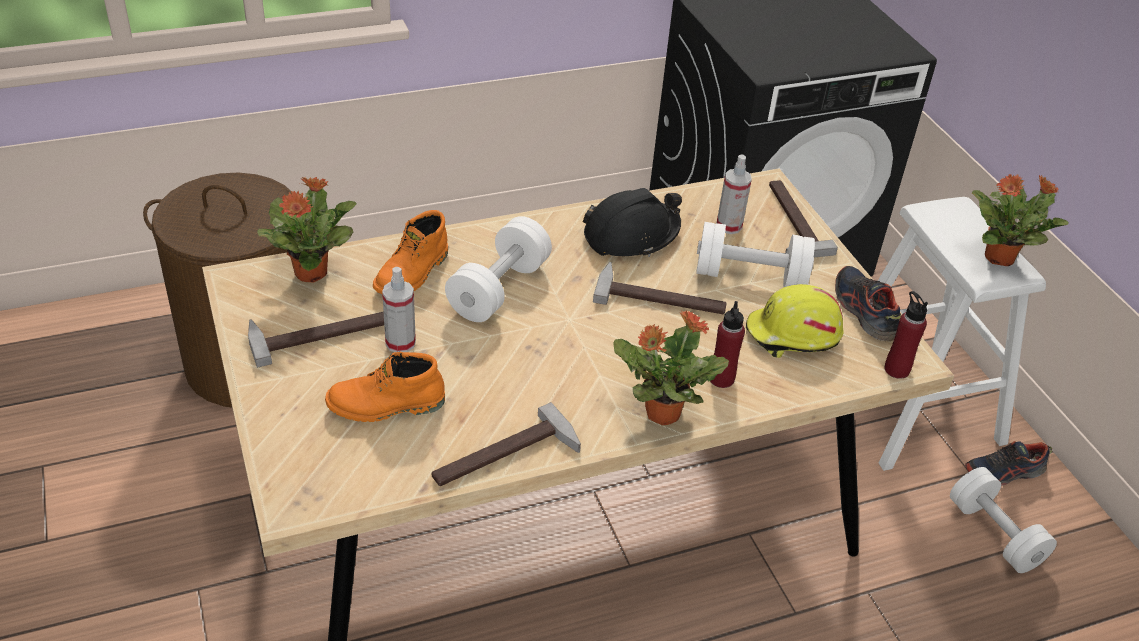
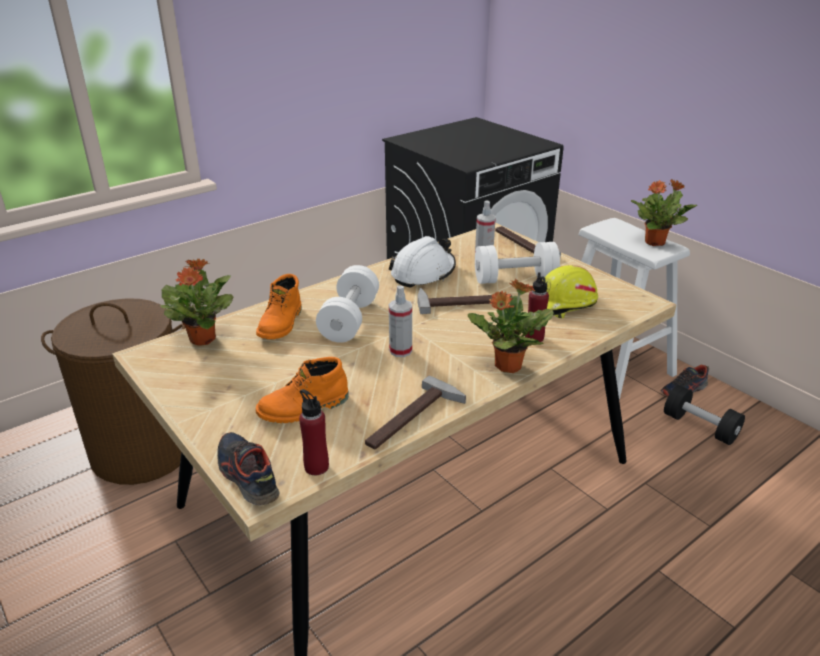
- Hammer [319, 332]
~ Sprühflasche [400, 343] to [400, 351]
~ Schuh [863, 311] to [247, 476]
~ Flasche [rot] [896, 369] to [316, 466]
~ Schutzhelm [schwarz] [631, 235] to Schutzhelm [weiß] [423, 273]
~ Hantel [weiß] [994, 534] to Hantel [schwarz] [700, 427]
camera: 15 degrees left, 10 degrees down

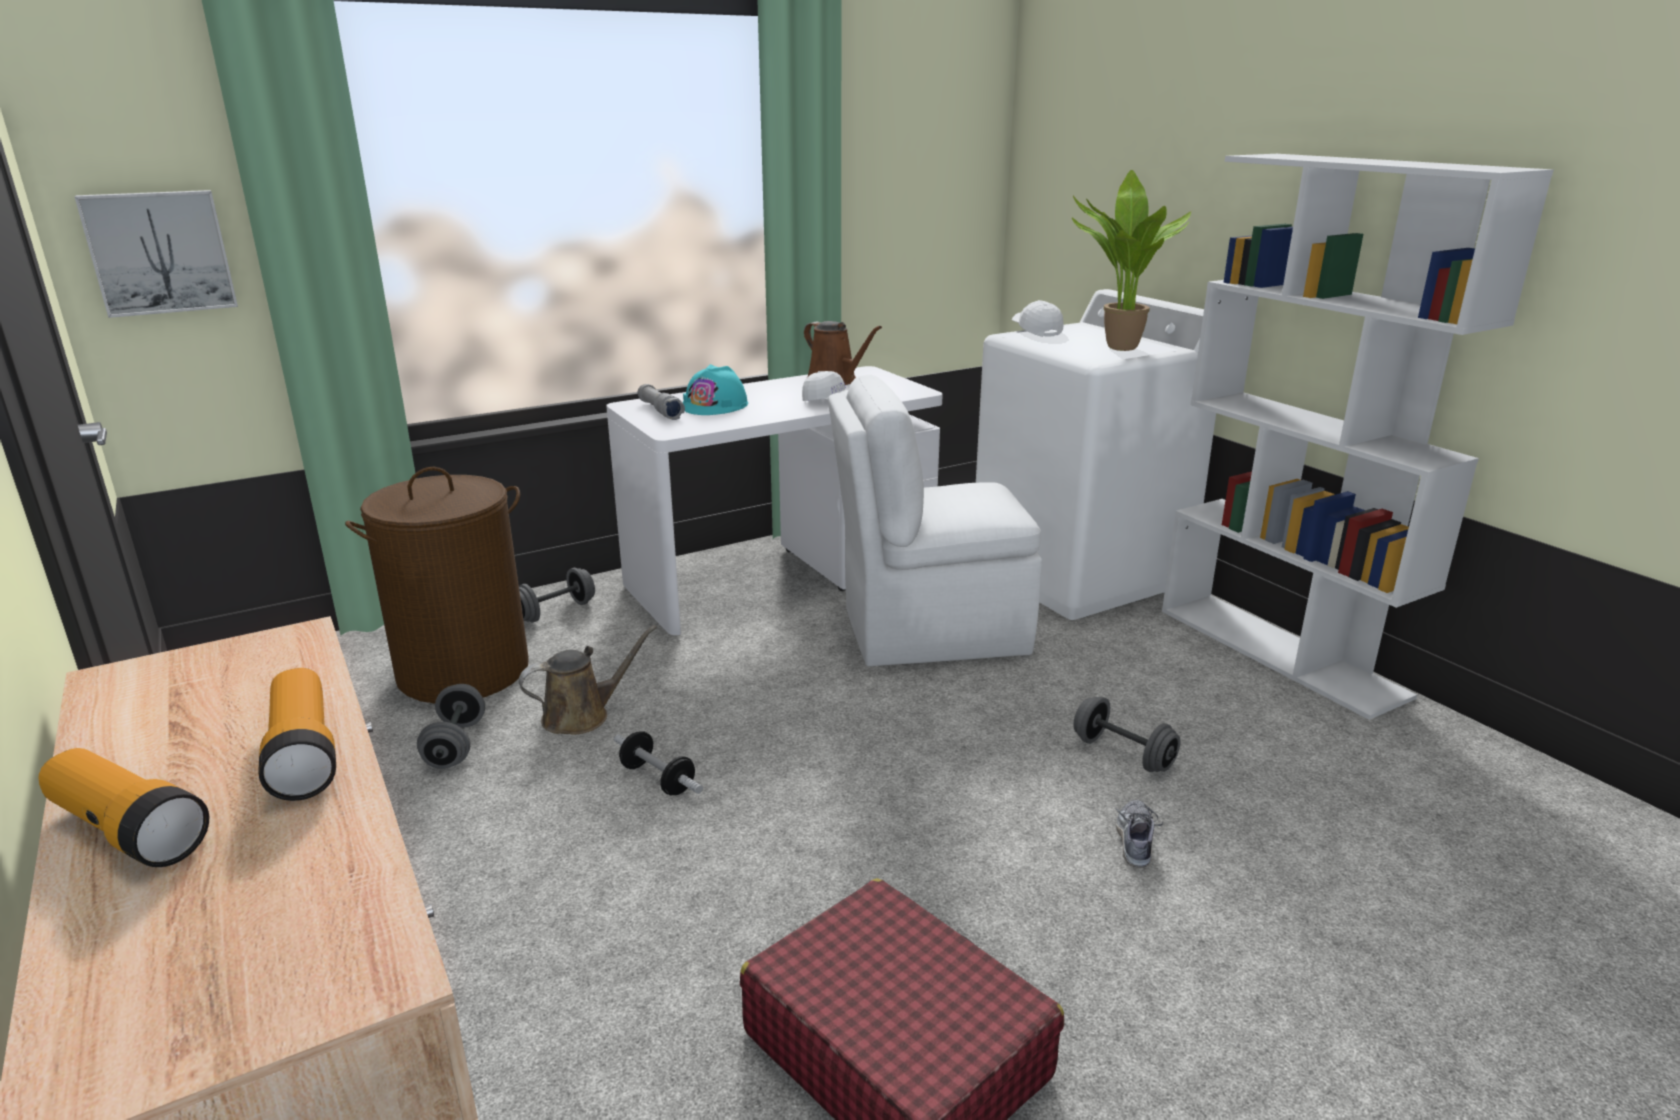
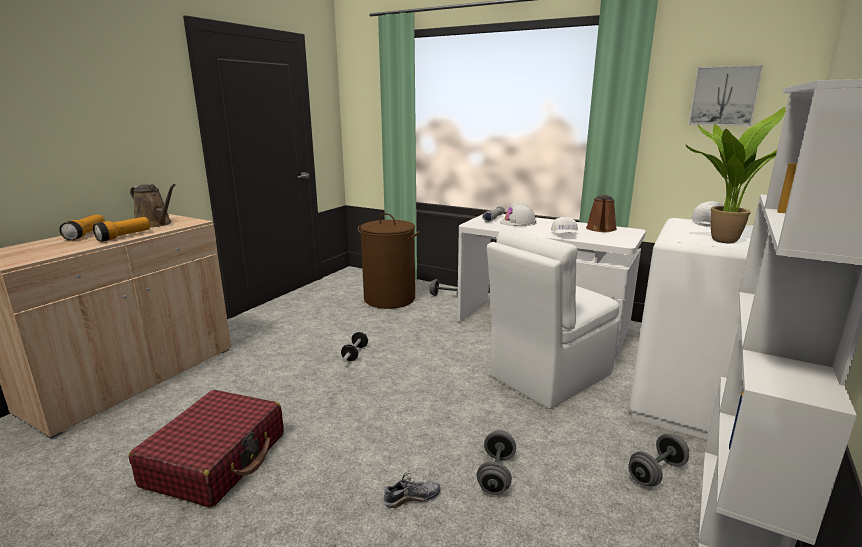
~ Bild [160, 252] to [724, 96]
~ Hantel [grau] [455, 745] to [656, 472]
~ Gießkanne [braun] [582, 716] to [155, 224]
~ Schutzhelm [türkis] [715, 405] to Schutzhelm [weiß] [518, 222]
~ Stuhl [weiß] [929, 631] = [548, 376] 90 degrees counterclockwise
camera: 60 degrees right, 5 degrees down

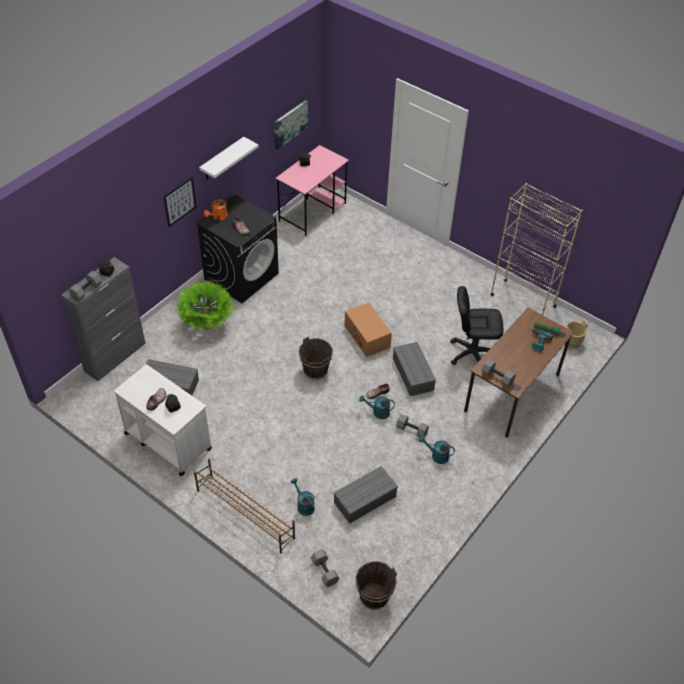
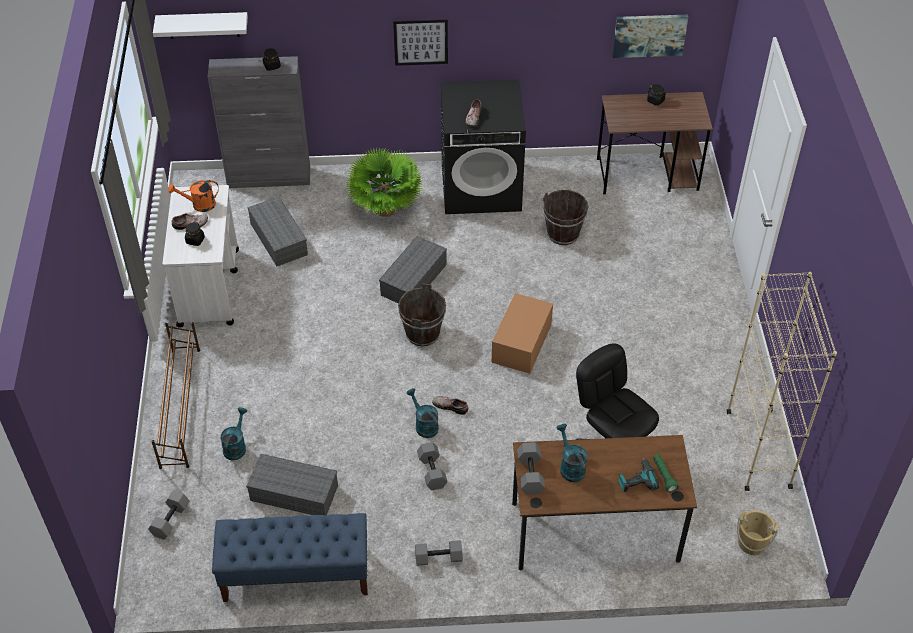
+ Bank [blau] [295, 575]
~ Hantel [grau] [86, 291] to [438, 559]
~ Wandregal [weiß] [222, 159] to [203, 25]
~ Gießkanne [orange] [218, 218] to [199, 205]
~ Eimer [braun] [374, 596] to [563, 234]
~ Aufbewahrungsbox [grau] [413, 374] to [414, 280]
~ Gießkanne [türkis] [436, 456] to [570, 466]
~ Schreibtisch [rosa] [313, 212] to Schreibtisch [braun] [648, 174]
camera: 50 degrees right, 0 degrees up

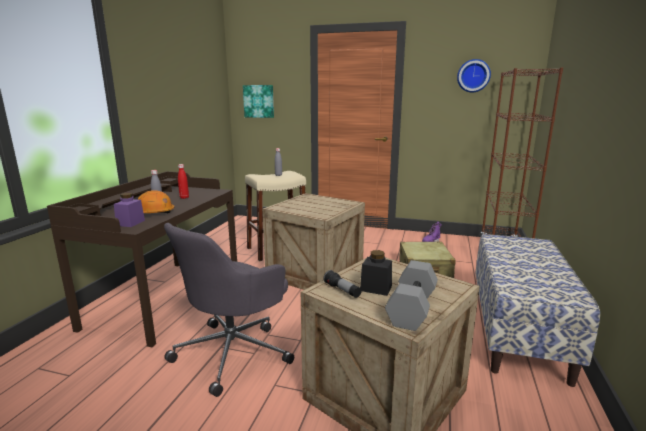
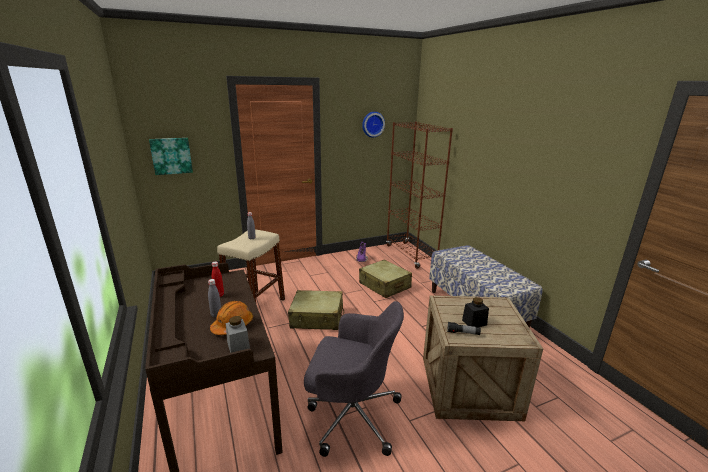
- Hantel [grau] [410, 308]
~ Kiste [315, 273] to Koffer [beige] [317, 318]
~ Vorratsglas [lila] [130, 223] to Vorratsglas [grau] [238, 346]
~ Bürostuhl [grau] [234, 352] = [351, 415] 75 degrees counterclockwise
camera: 40 degrees left, 5 degrees up

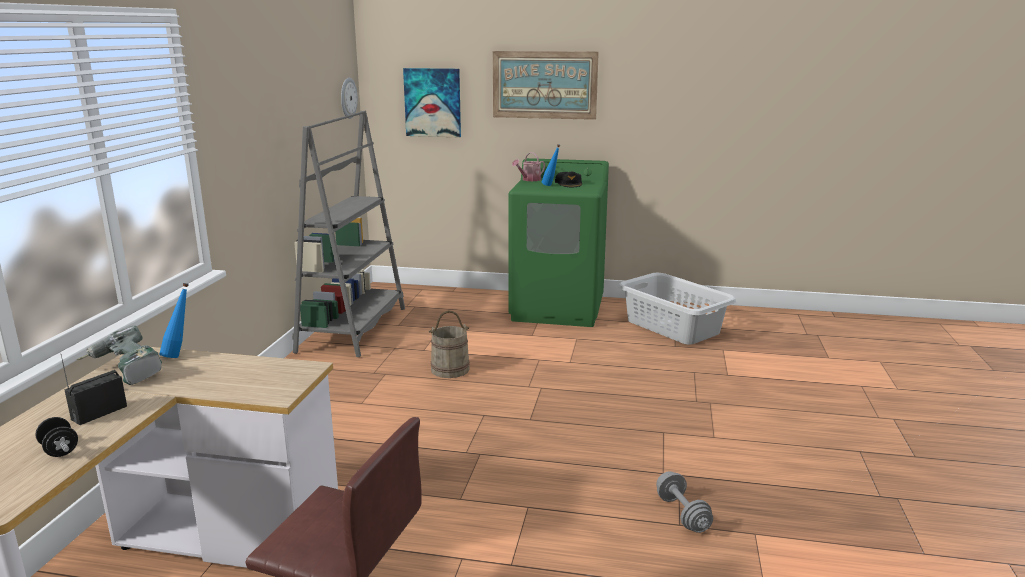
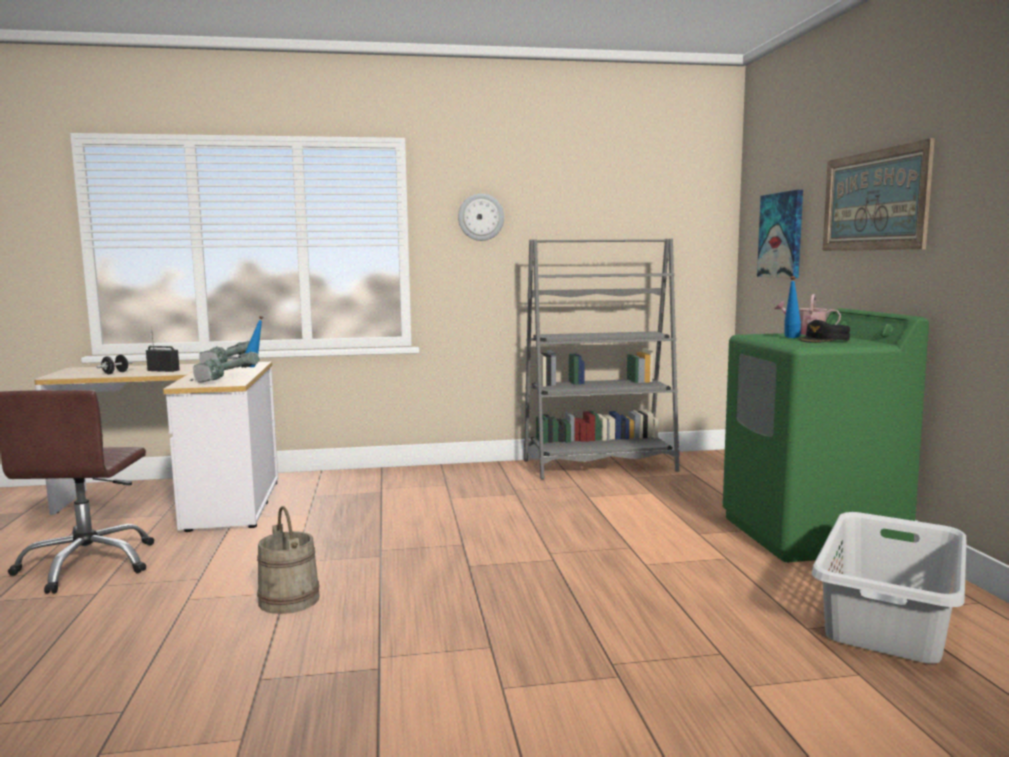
- Hantel [grau] [682, 514]
+ Bohrmaschine [224, 379]
~ Wanduhr [347, 98] to [481, 217]
~ Eimer [beige] [450, 369] to [289, 599]
camera: 70 degrees right, 10 degrees down

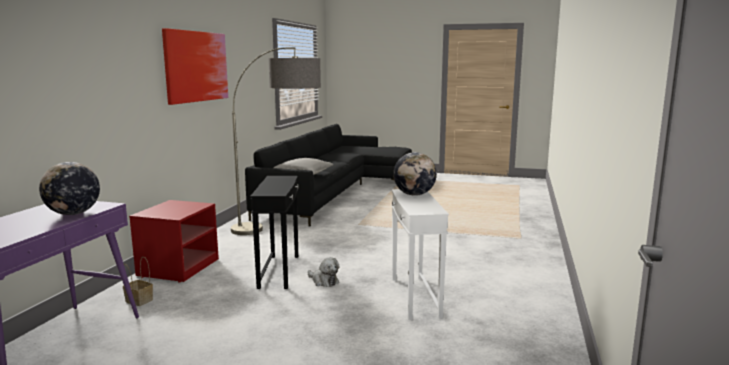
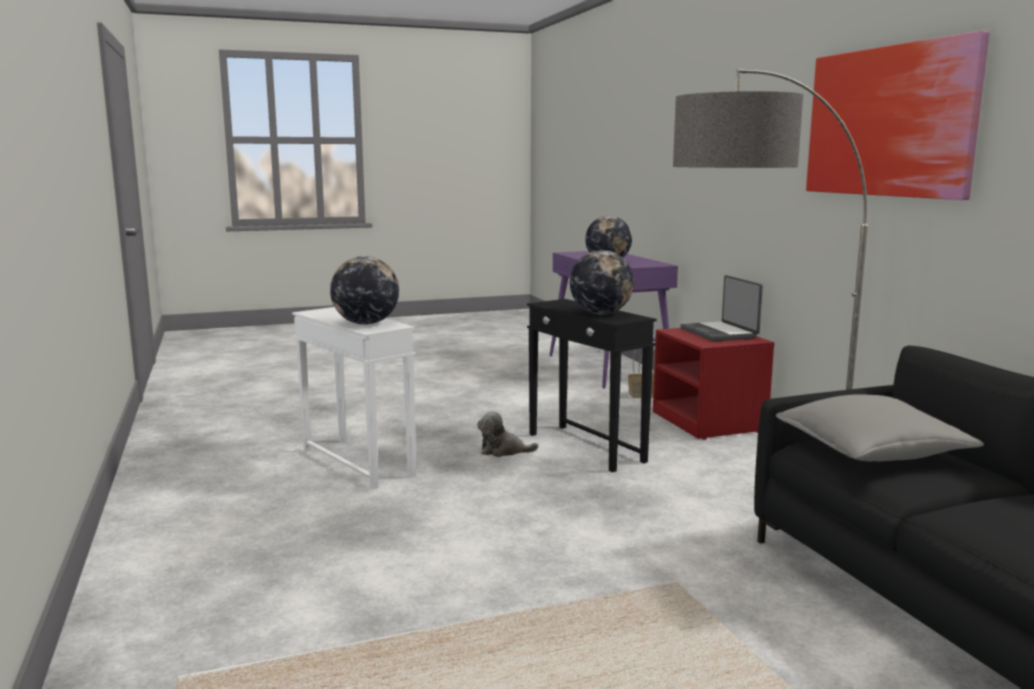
+ Globus [600, 314]
+ Laptop [720, 333]
camera: 145 degrees right, 0 degrees up

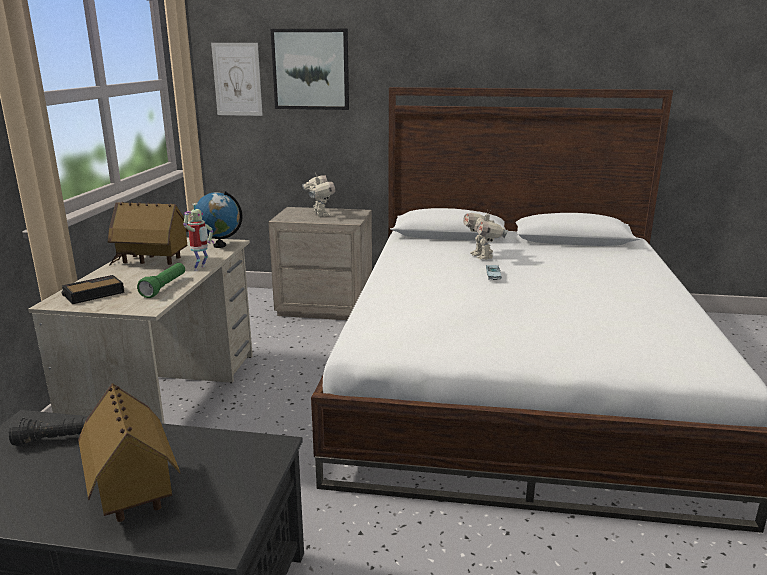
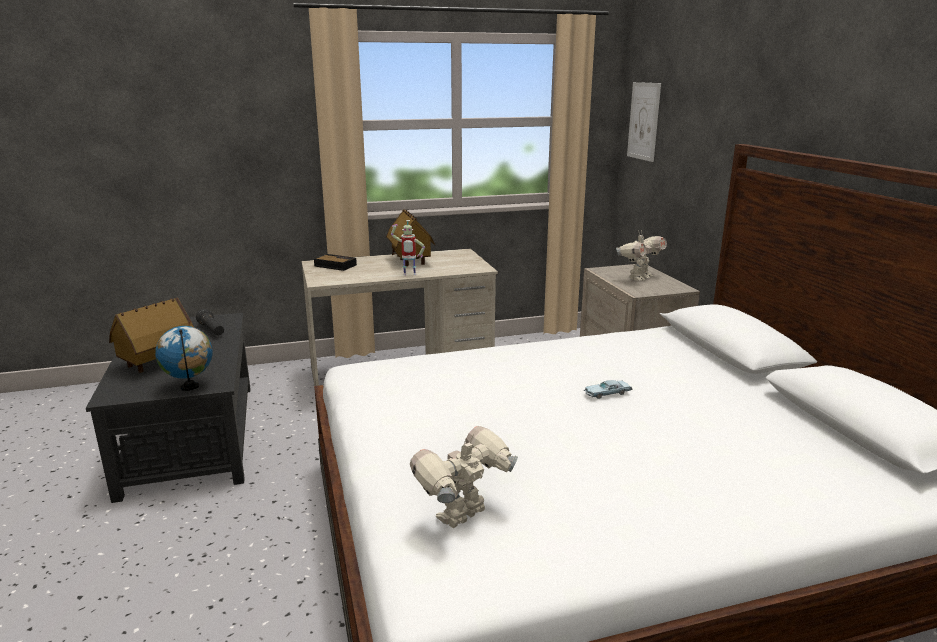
- Taschenlampe [grün] [164, 287]
- Bild [311, 69]
~ Globus [220, 245] to [190, 387]
~ Spielzeugroboter [483, 256] to [464, 516]
camera: 65 degrees right, 0 degrees up

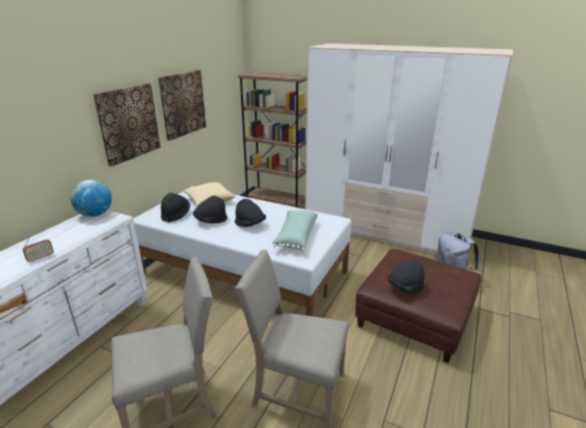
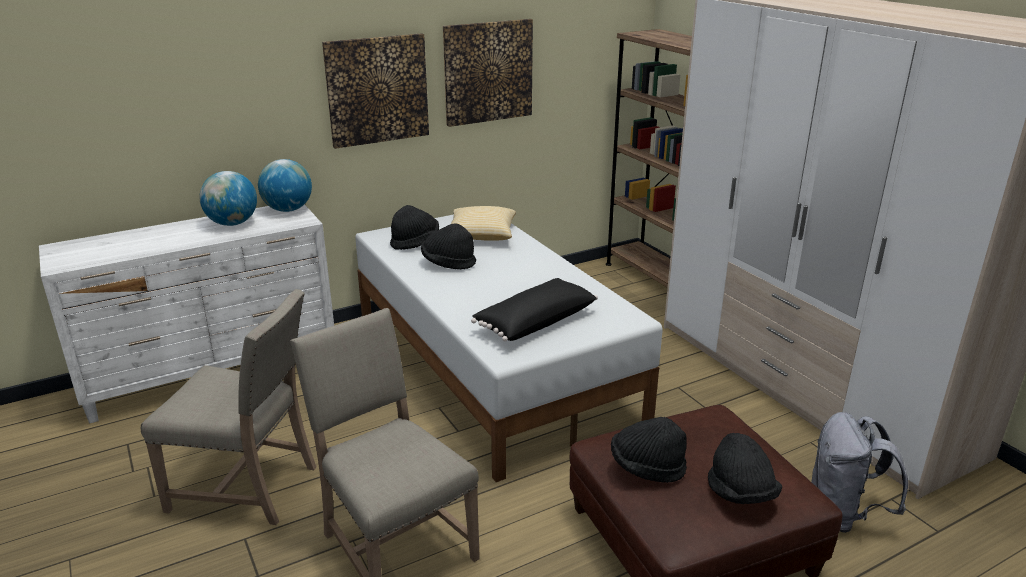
- Radio [40, 258]
+ Globus [232, 224]
~ Hut [schwarz] [250, 224] to [740, 493]
~ Kissen [grün] [295, 236] to Kissen [schwarz] [534, 322]
camera: 35 degrees right, 0 degrees up

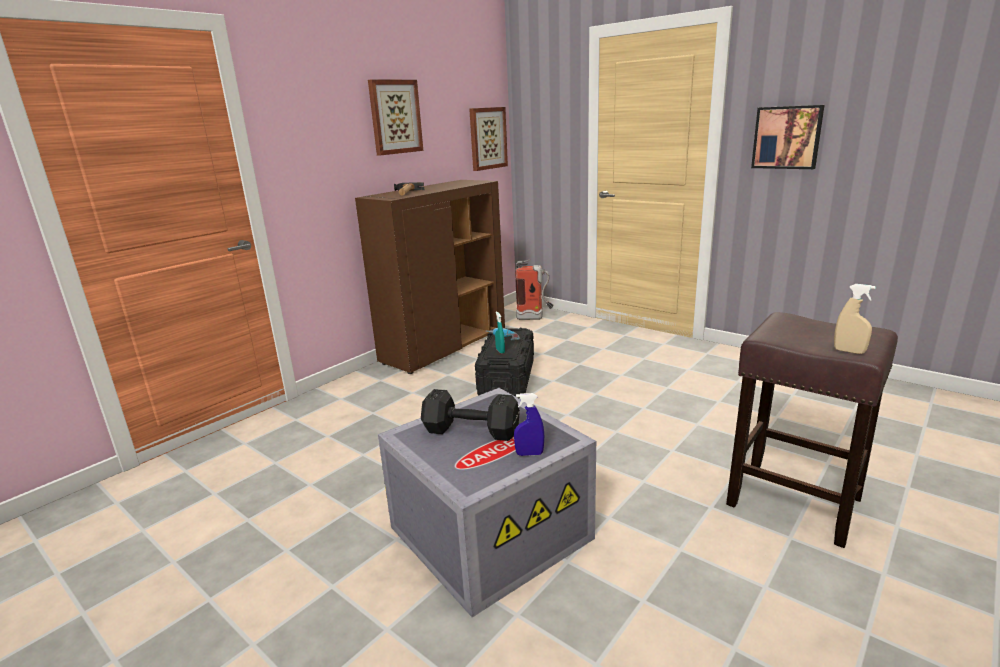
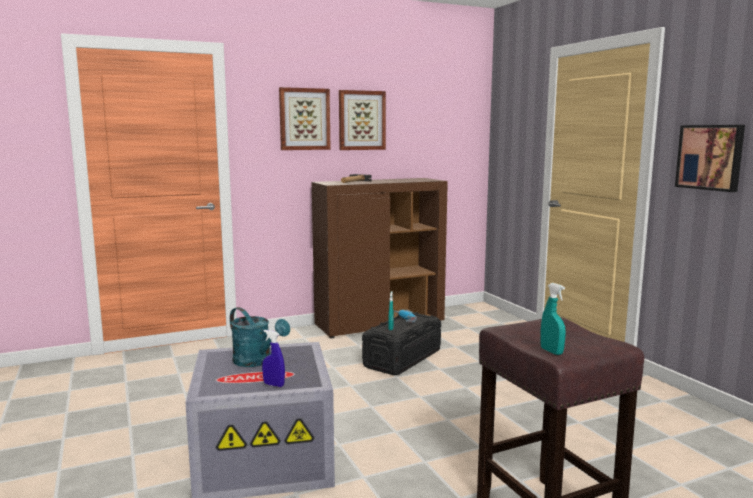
- Feuerlöscher [535, 318]
~ Bild [487, 138] to [304, 119]
~ Hantel [schwarz] [469, 430] to Gießkanne [türkis] [257, 362]
~ Sprühflasche [beige] [849, 351] to Sprühflasche [türkis] [551, 351]
camera: 25 degrees right, 10 degrees down

